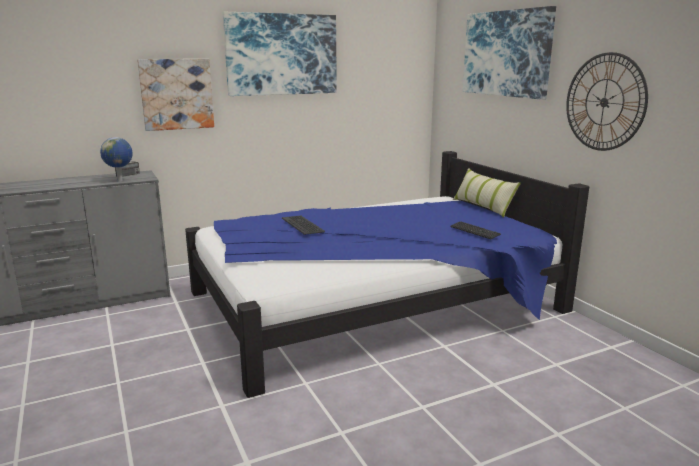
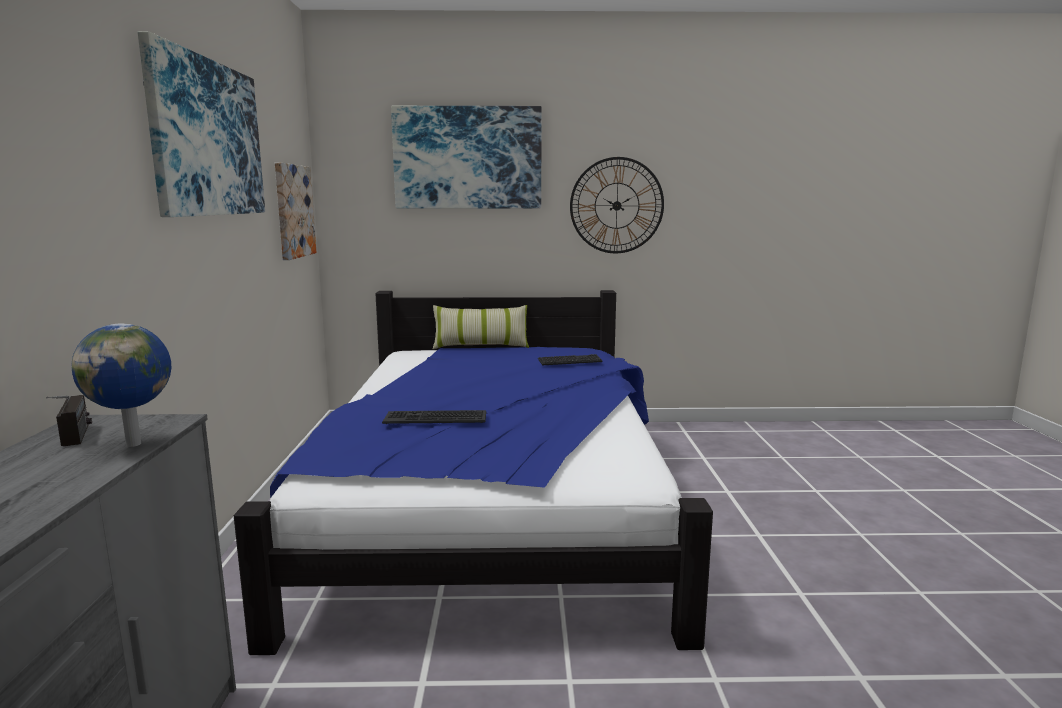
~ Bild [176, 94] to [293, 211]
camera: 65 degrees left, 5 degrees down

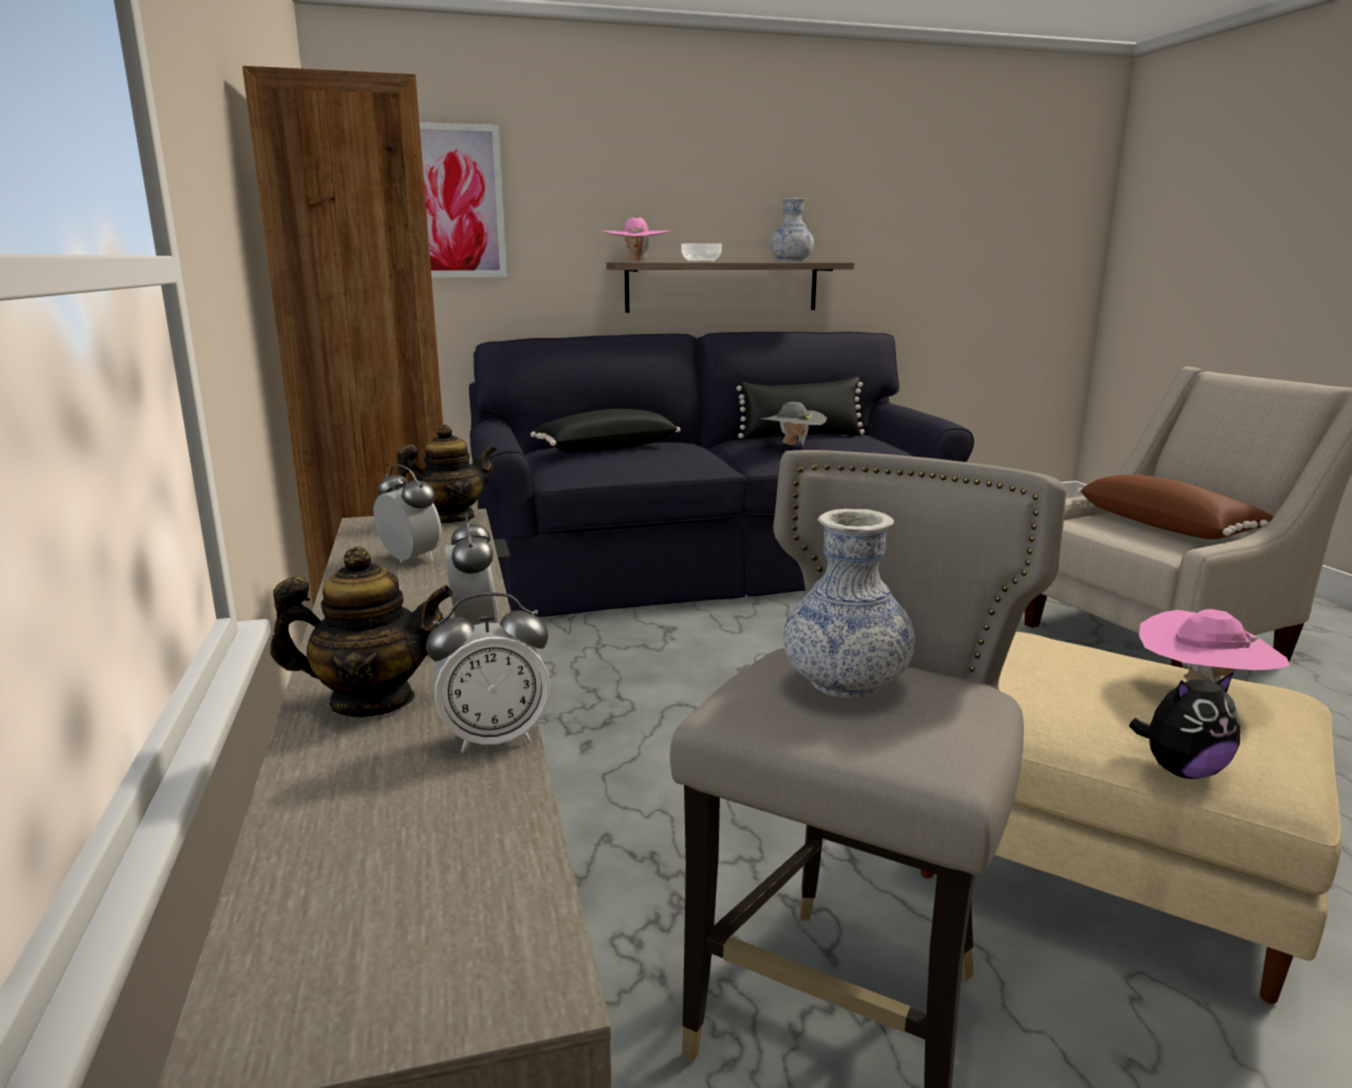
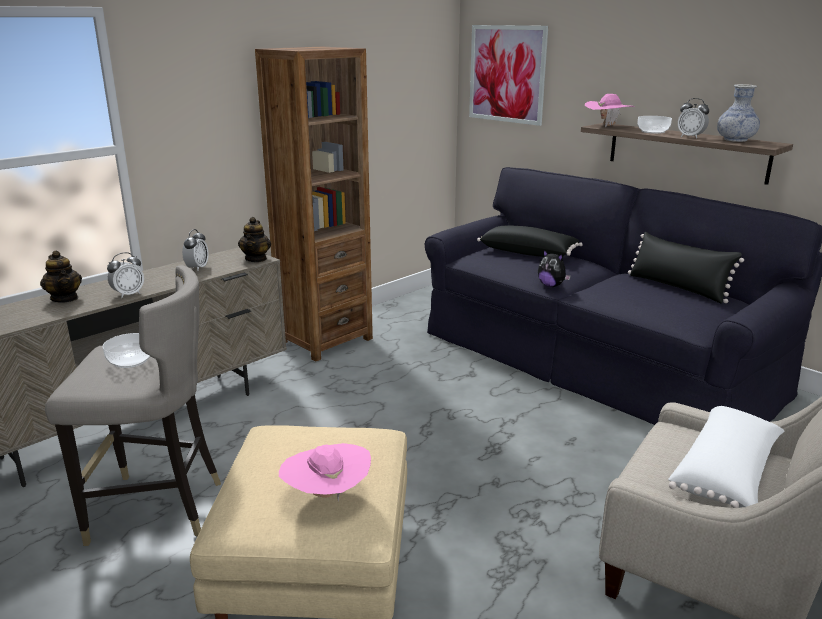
- Hut [grau] [792, 445]
~ Wecker [494, 738] to [690, 137]
~ Plüschtier [1181, 770] to [551, 285]
~ Vase [845, 683] to Schüssel [131, 360]
~ Kissen [braun] [1168, 527] to Kissen [weiß] [727, 474]
~ Teekanne [450, 519] = [256, 259] 60 degrees clockwise
camera: 60 degrees right, 5 degrees up

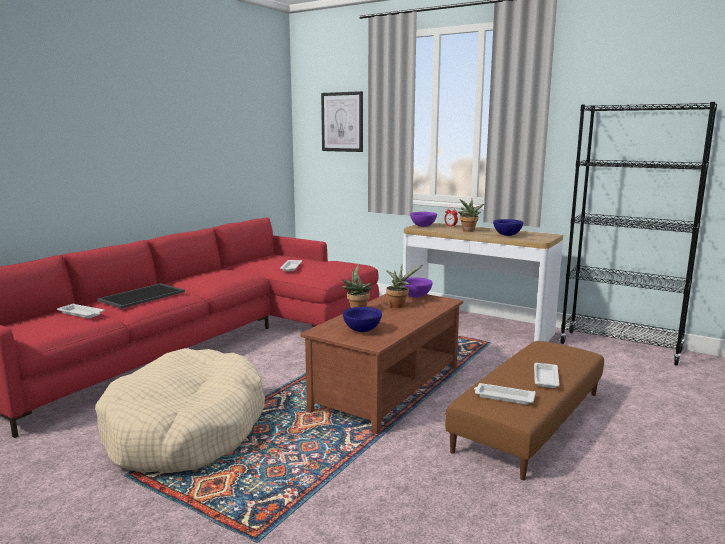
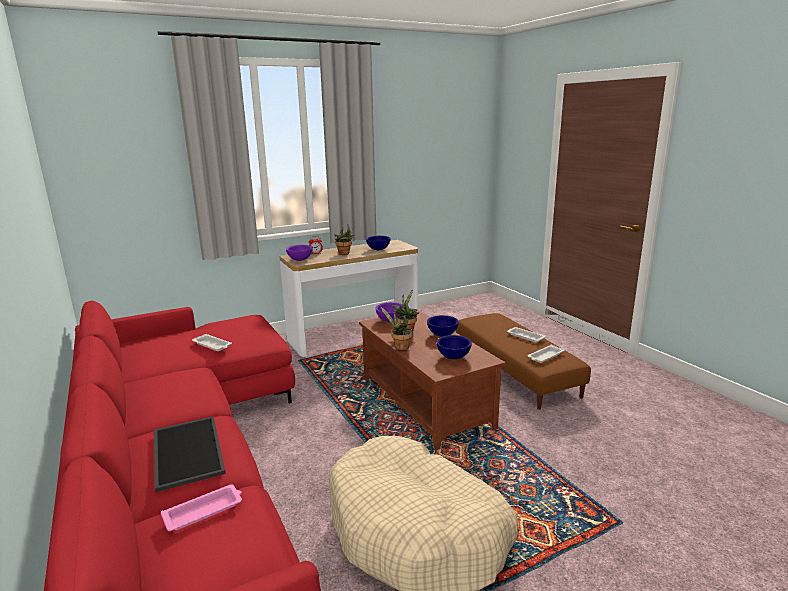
- Bild [342, 122]
- Bücherregal [schwarz] [620, 348]
+ Schüssel [blau] [442, 334]
~ Tablett [weiß] [82, 314] to Tablett [rosa] [204, 511]
camera: 60 degrees left, 5 degrees up

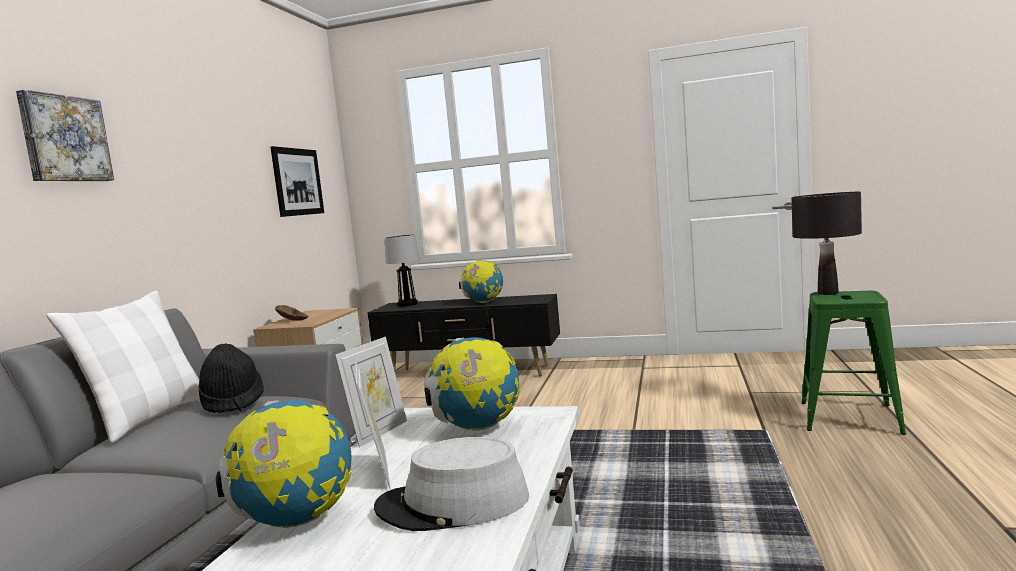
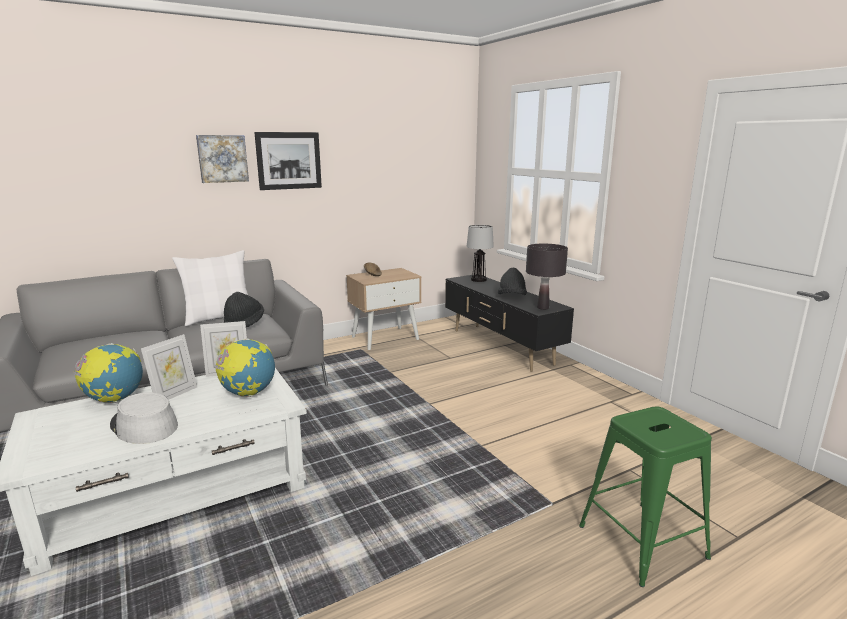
~ Bild [298, 182] to [289, 160]
~ Tischlampe [schwarz] [828, 293] to [542, 308]
~ Globus [484, 302] to Hut [schwarz] [511, 297]
camera: 45 degrees right, 10 degrees up

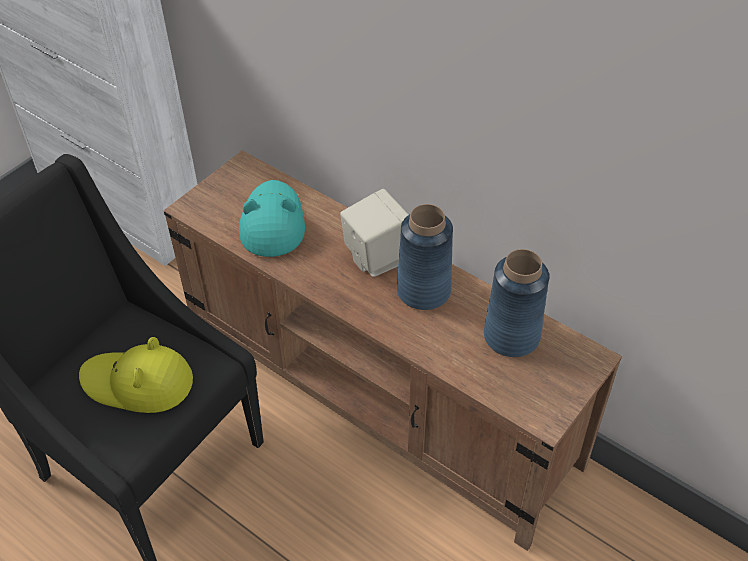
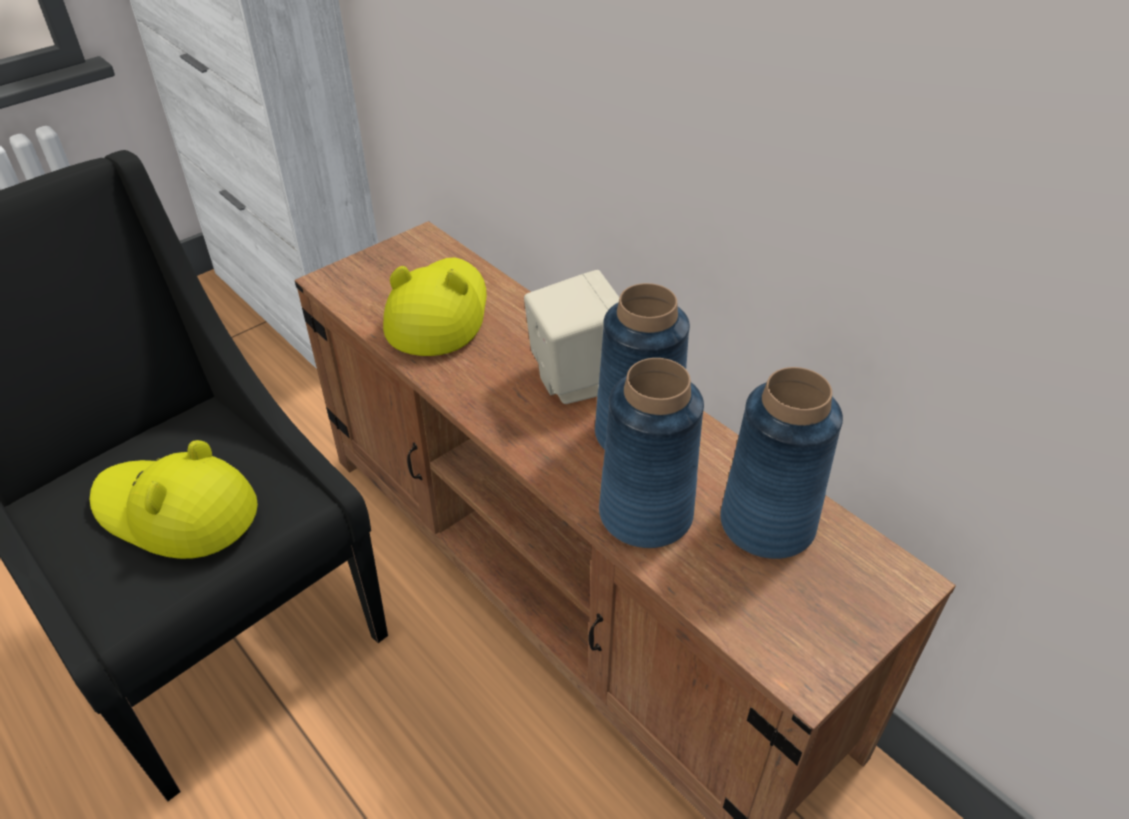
+ Vase [blau] [645, 513]
~ Hut [türkis] [272, 223] to Hut [gelb] [438, 313]
camera: 10 degrees right, 5 degrees down

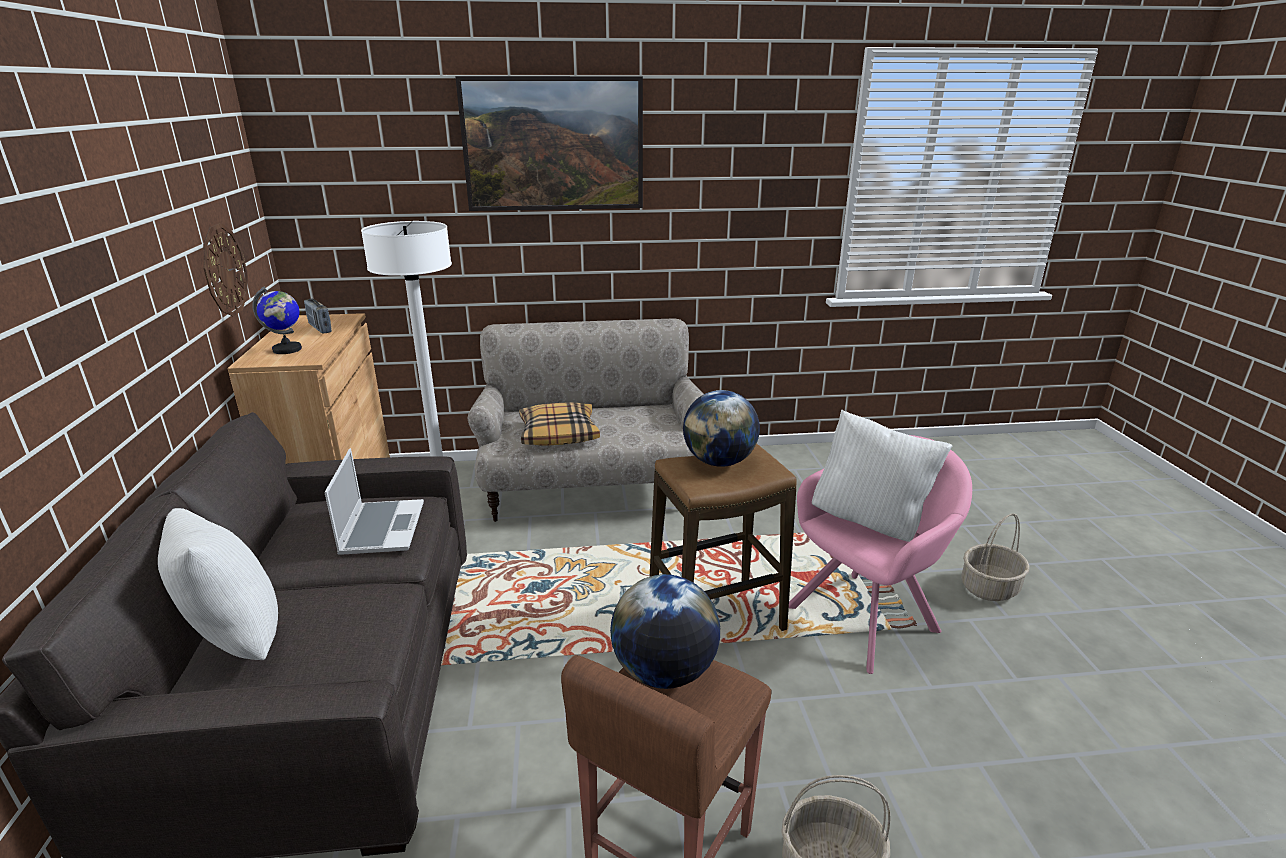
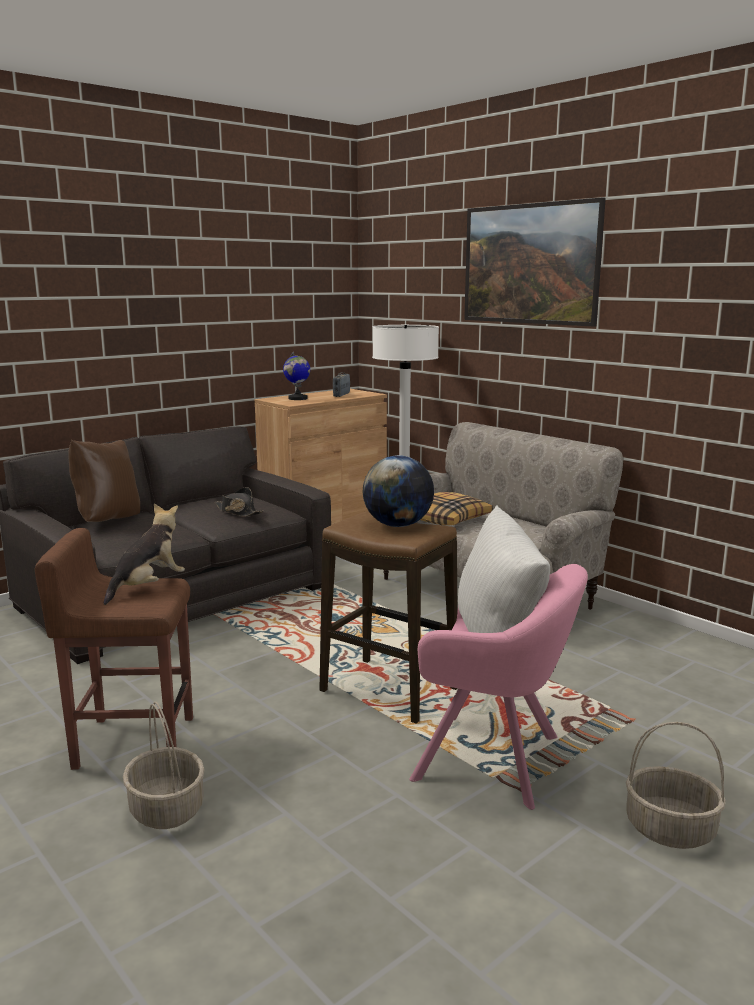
- Wanduhr [224, 270]
~ Laptop [381, 528] to Hut [schwarz] [238, 512]
~ Globus [664, 672] to Plüschtier [148, 587]
~ Kissen [weiß] [234, 640] to Kissen [braun] [107, 520]
camera: 55 degrees right, 10 degrees down

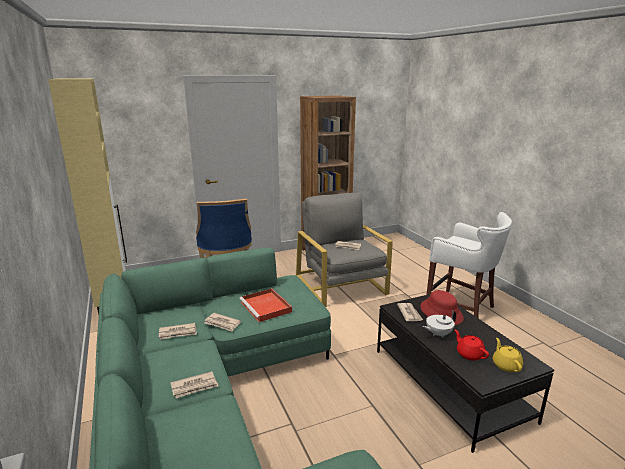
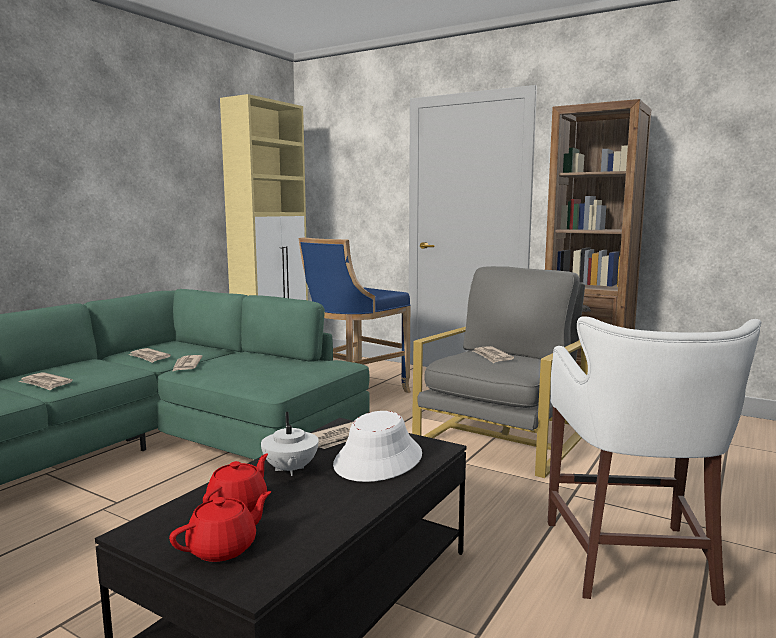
- Tablett [rot] [266, 307]
~ Hut [rot] [441, 312] to Hut [weiß] [378, 460]
~ Teekanne [gelb] [506, 365] to Teekanne [rot] [224, 548]
~ Teekanne [weiß] [438, 334] = [290, 470] 135 degrees counterclockwise
camera: 55 degrees right, 10 degrees down

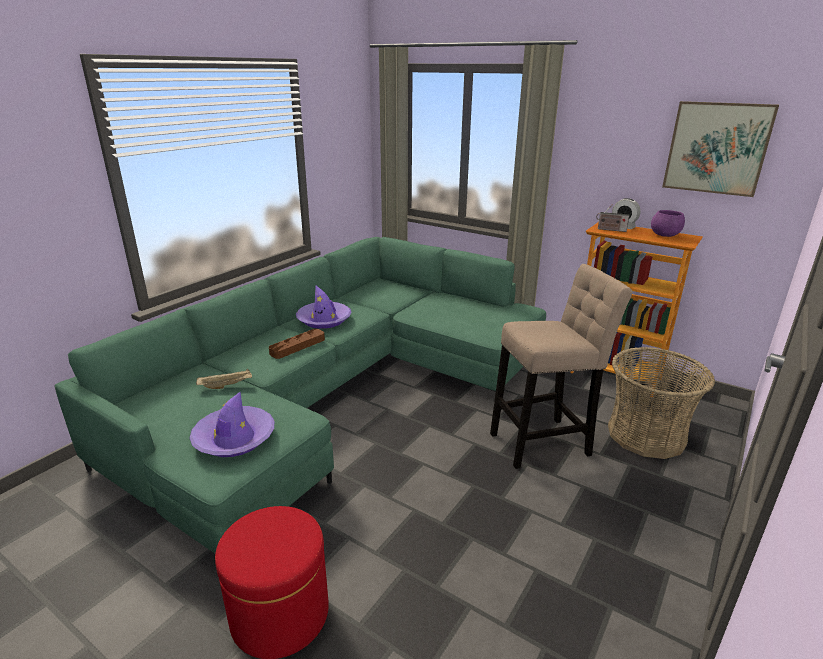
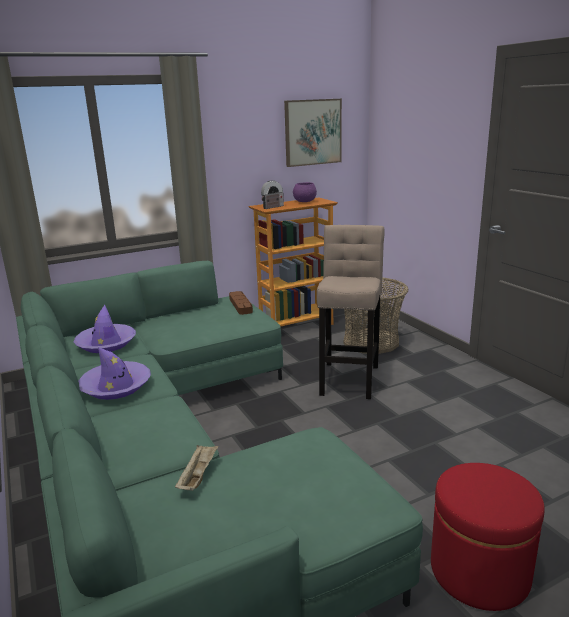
~ Hut [lila] [234, 438] to [106, 344]
~ Tablett [braun] [297, 346] to [240, 305]
camera: 60 degrees left, 5 degrees down

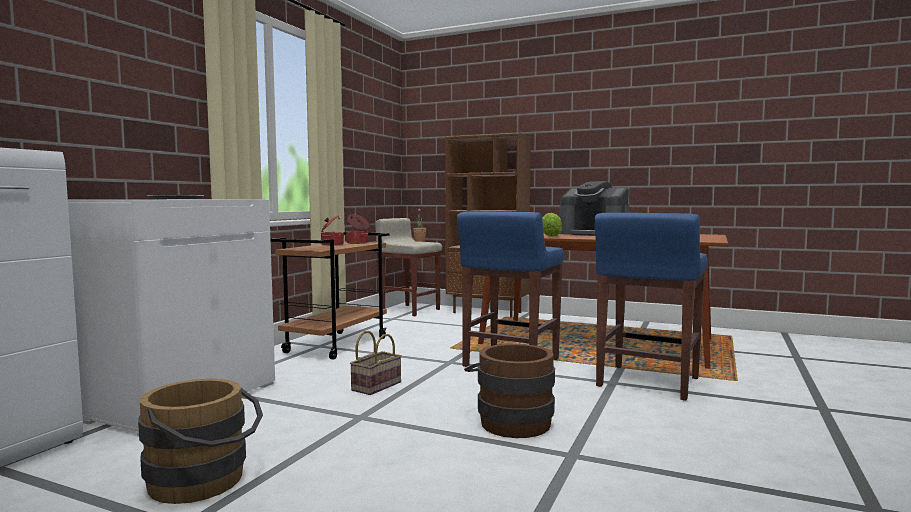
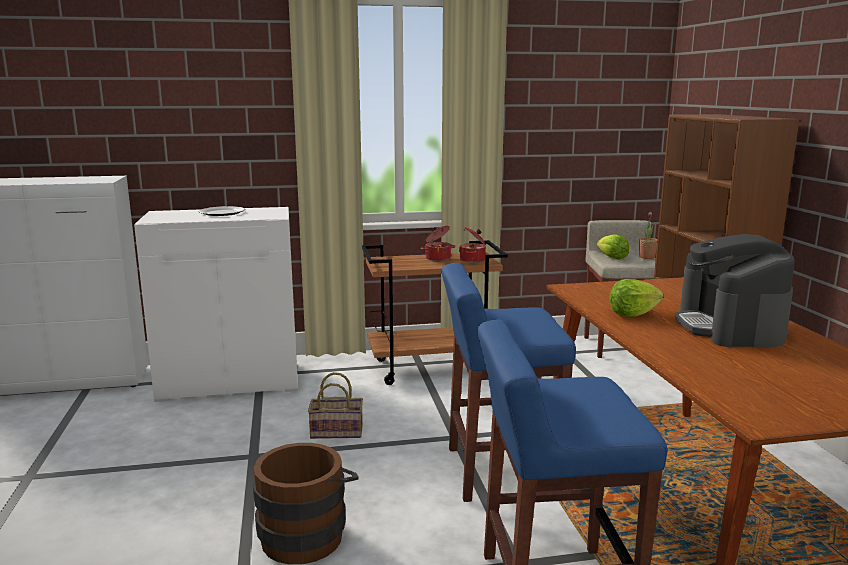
- Eimer [braun] [204, 482]
+ Salatkopf [611, 257]
camera: 55 degrees right, 10 degrees up

